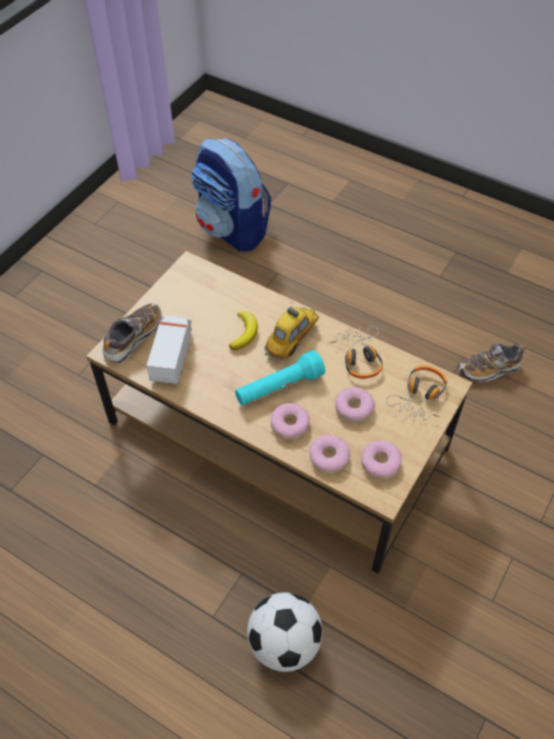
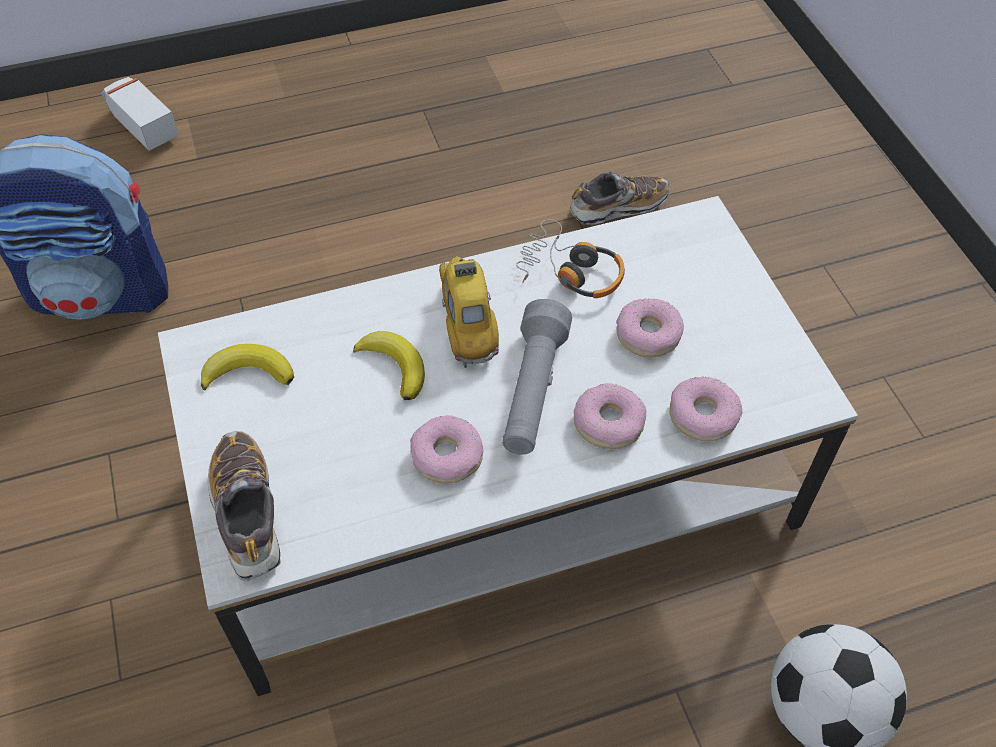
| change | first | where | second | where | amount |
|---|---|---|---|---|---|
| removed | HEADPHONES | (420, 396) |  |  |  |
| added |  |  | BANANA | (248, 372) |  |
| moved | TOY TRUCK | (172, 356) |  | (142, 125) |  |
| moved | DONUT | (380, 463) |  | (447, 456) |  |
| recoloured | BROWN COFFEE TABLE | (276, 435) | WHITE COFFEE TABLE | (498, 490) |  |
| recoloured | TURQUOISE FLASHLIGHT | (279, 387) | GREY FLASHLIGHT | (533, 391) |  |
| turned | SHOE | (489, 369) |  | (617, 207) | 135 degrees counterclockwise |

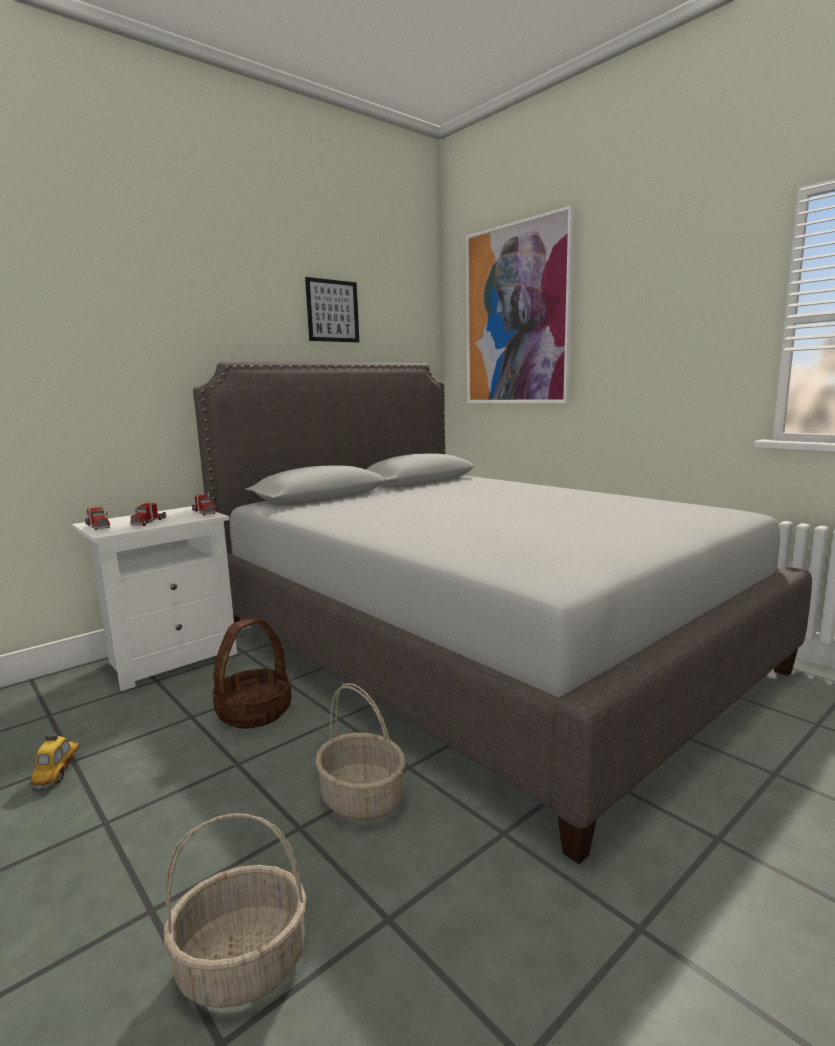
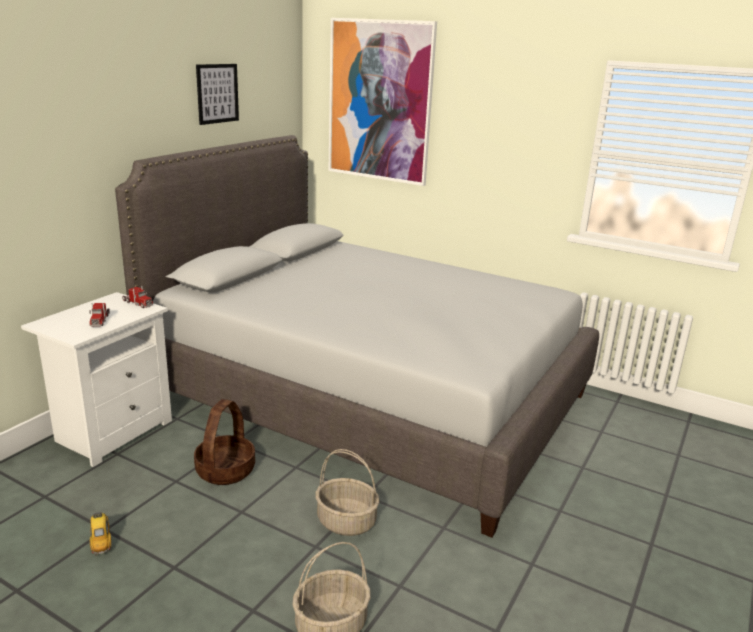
| change | first | where | second | where | amount |
|---|---|---|---|---|---|
| removed | TOY TRUCK | (97, 526) |  |  |  |

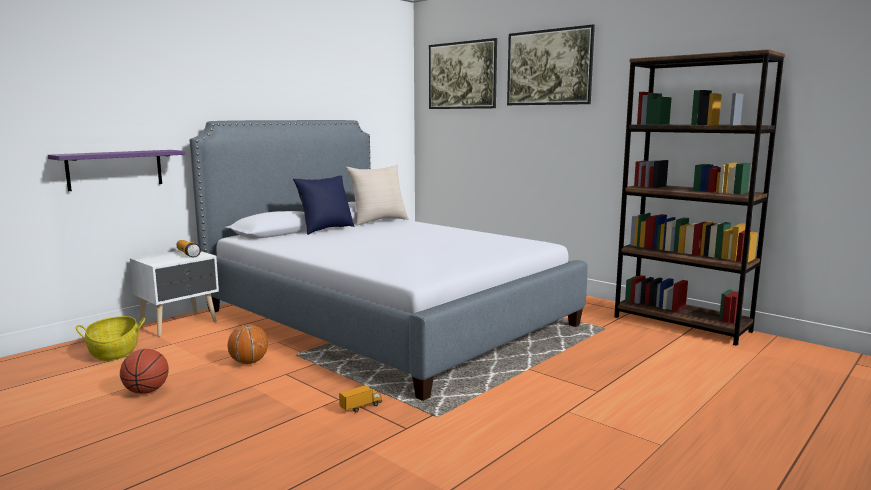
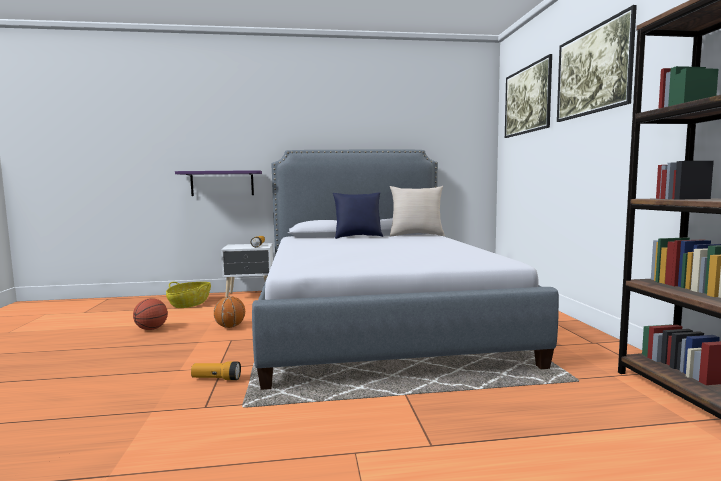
| change | first | where | second | where | amount |
|---|---|---|---|---|---|
| replaced | TOY TRUCK | (361, 407) | FLASHLIGHT | (216, 379) |  |

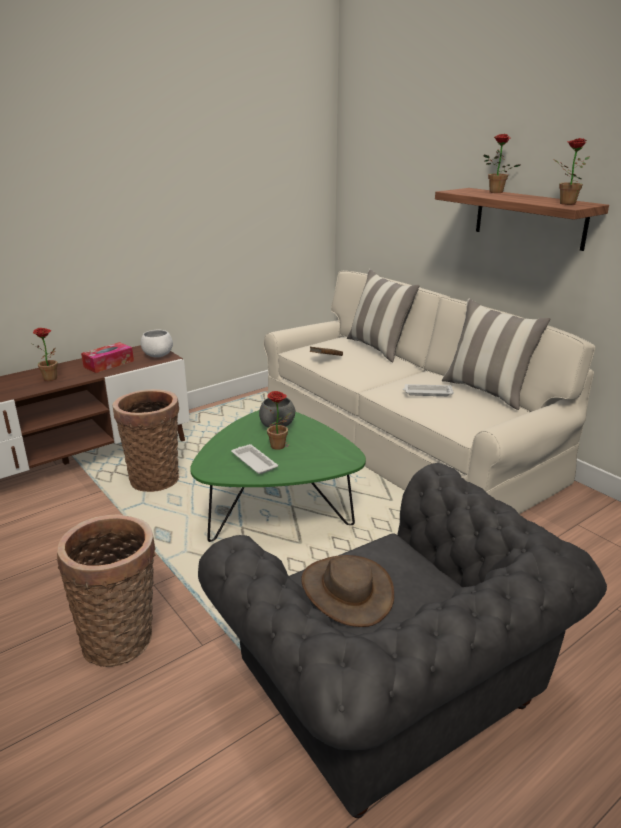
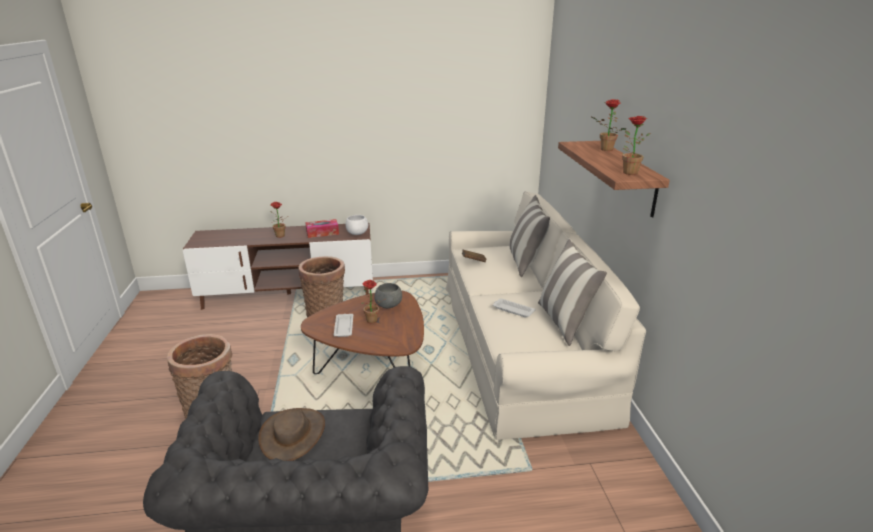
| change | first | where | second | where | amount |
|---|---|---|---|---|---|
| recoloured | GREEN COFFEE TABLE | (278, 513) | BROWN COFFEE TABLE | (374, 370) |  |

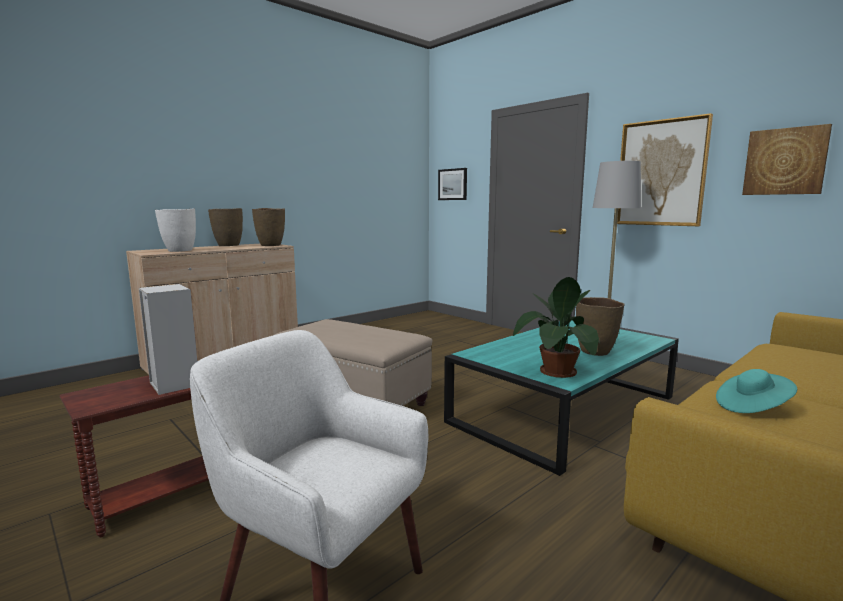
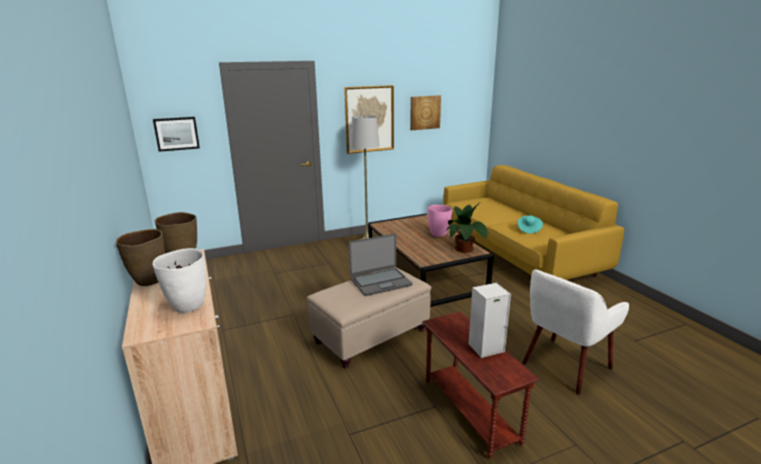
| change | first | where | second | where | amount |
|---|---|---|---|---|---|
| added |  |  | LAPTOP | (380, 282) |  |
| recoloured | TURQUOISE COFFEE TABLE | (565, 409) | BROWN COFFEE TABLE | (424, 271) |  |
| recoloured | BROWN VASE | (596, 352) | PINK VASE | (438, 234) |  |

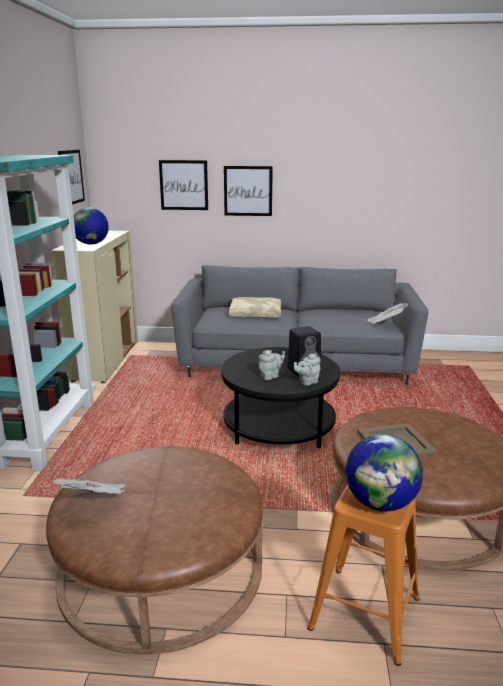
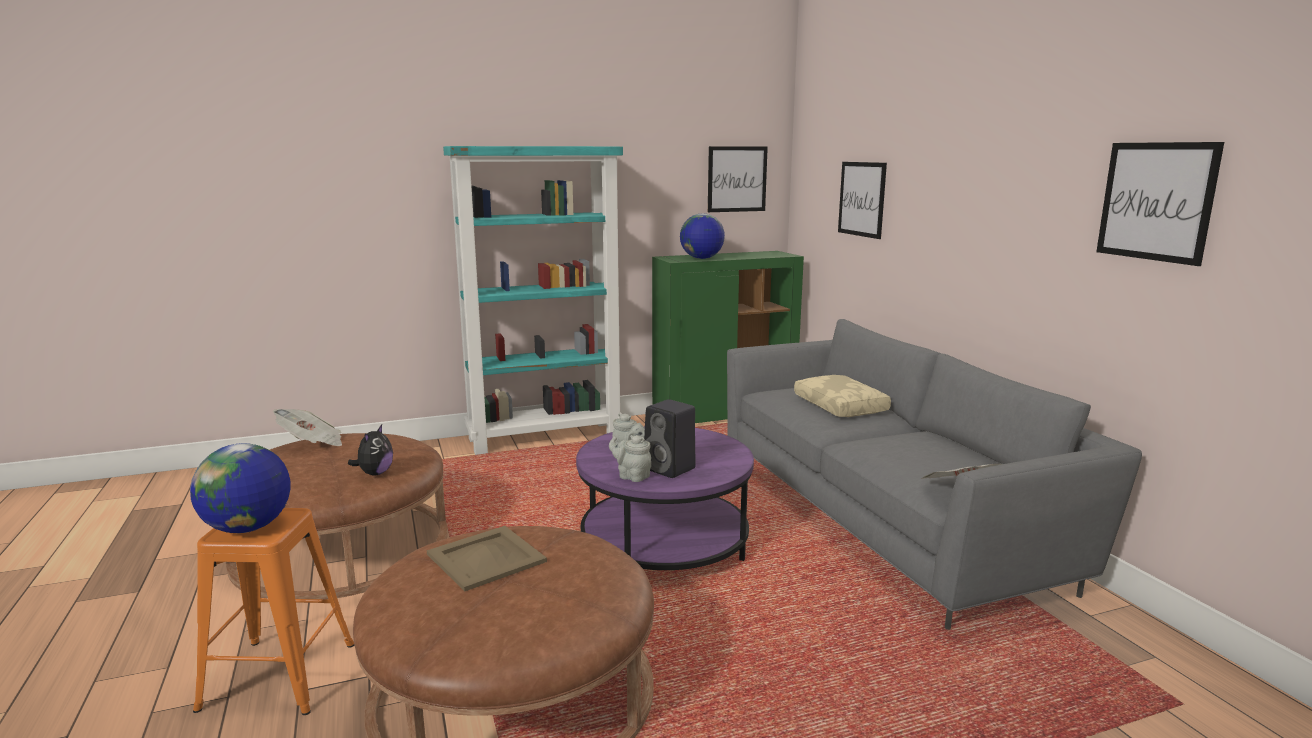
| change | first | where | second | where | amount |
|---|---|---|---|---|---|
| added |  |  | PLUSH TOY | (375, 473) |  |
| moved | PICTURE | (248, 191) |  | (1156, 201) |  |
| recoloured | BEIGE CABINET | (105, 361) | GREEN CABINET | (724, 414) |  |
| recoloured | BLACK COFFEE TABLE | (279, 426) | PURPLE COFFEE TABLE | (664, 543) |  |

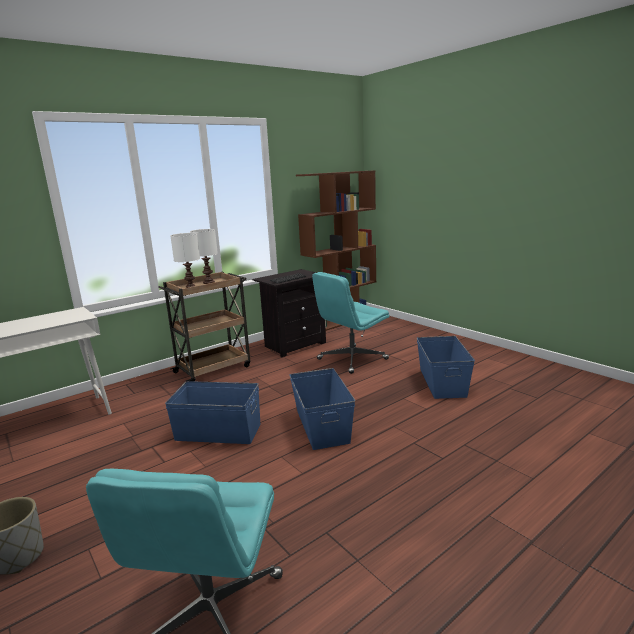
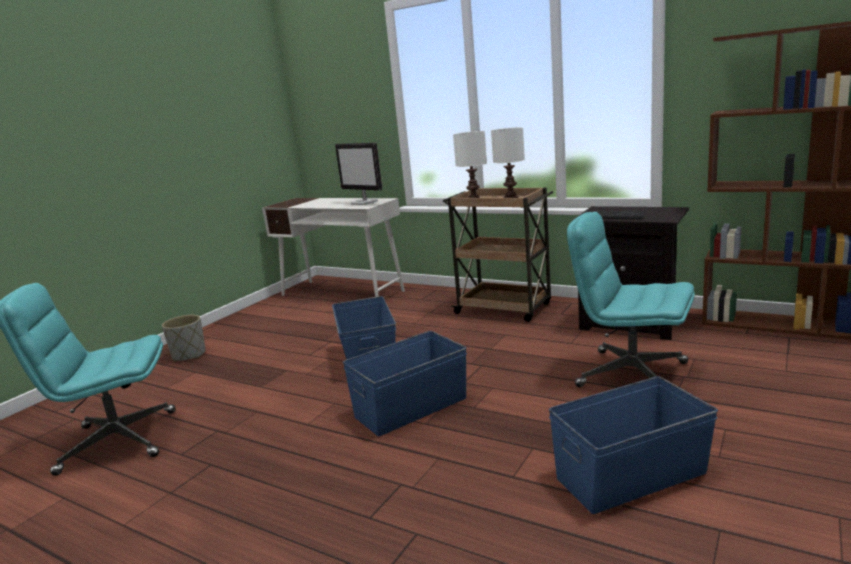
| change | first | where | second | where | amount |
|---|---|---|---|---|---|
| added |  |  | MONITOR | (365, 202) |  |

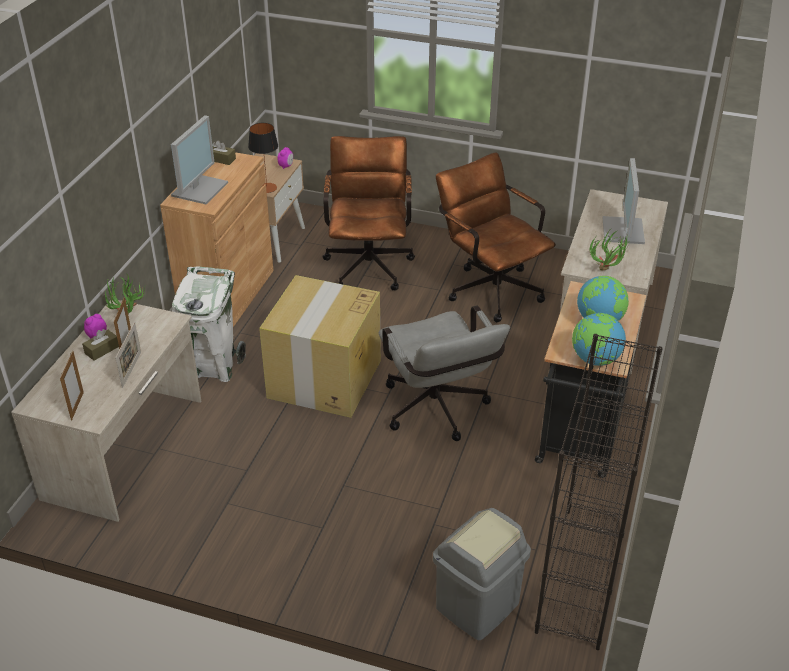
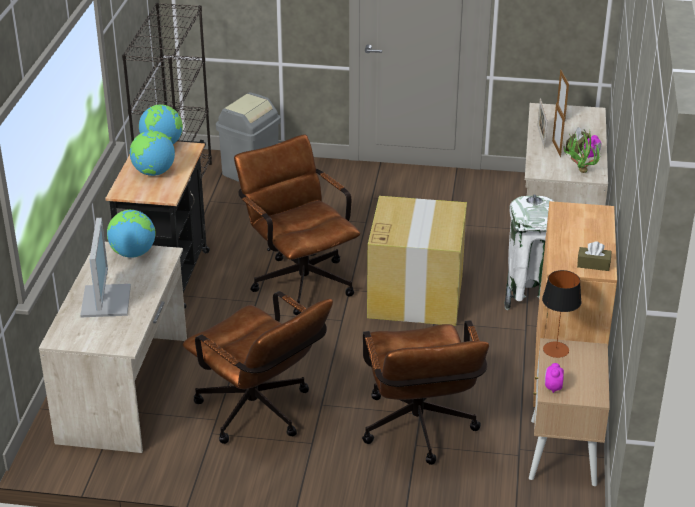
| change | first | where | second | where | amount |
|---|---|---|---|---|---|
| removed | MONITOR | (199, 188) |  |  |  |
| replaced | POTTED PLANT | (608, 271) | GLOBE | (133, 253) |  |
| recoloured | GREY OFFICE CHAIR | (438, 413) | BROWN OFFICE CHAIR | (299, 279) |  |

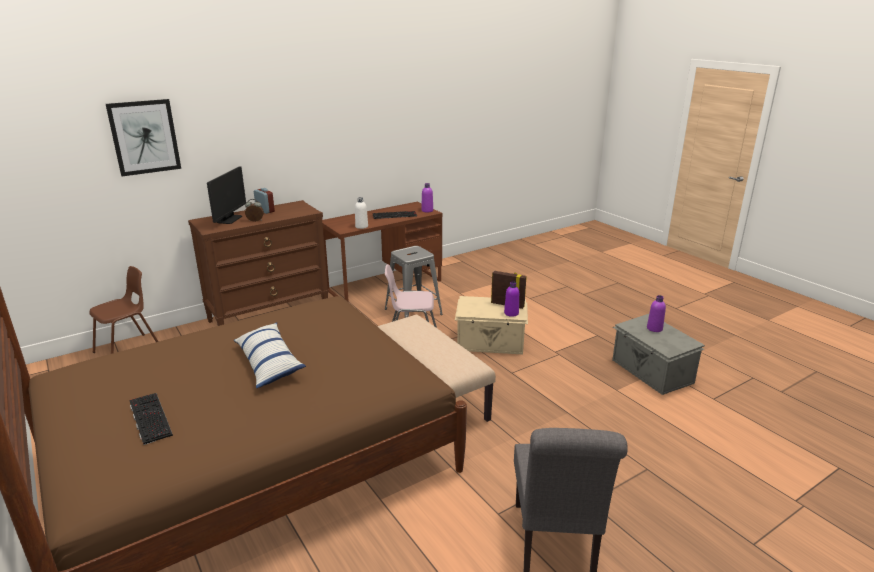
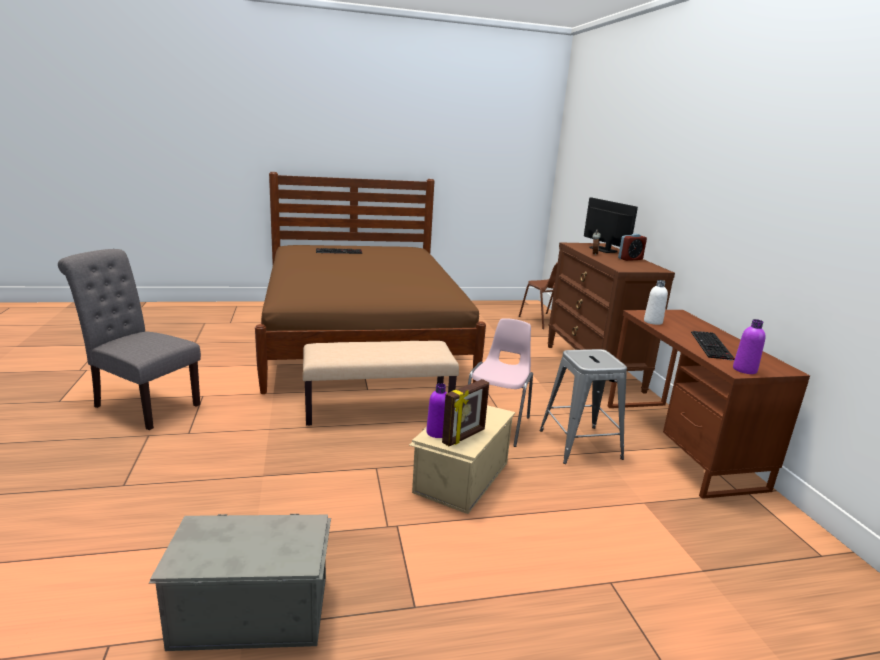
| change | first | where | second | where | amount |
|---|---|---|---|---|---|
| removed | PICTURE | (144, 137) |  |  |  |
| removed | PILLOW | (269, 363) |  |  |  |
| removed | PURPLE BOTTLE | (654, 328) |  |  |  |
| turned | MONITOR | (229, 219) |  | (602, 249) | 150 degrees counterclockwise |

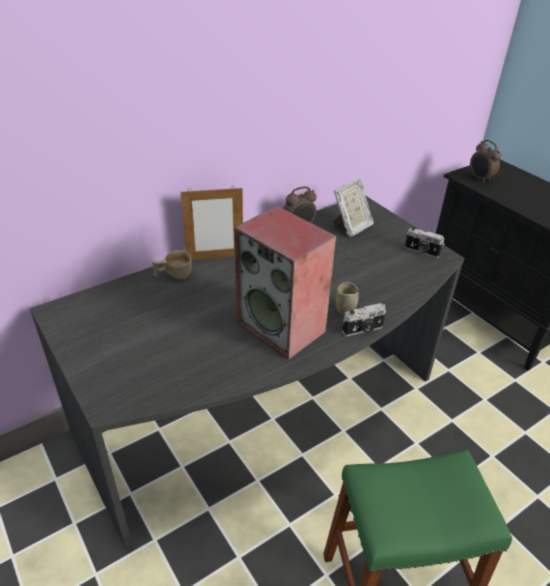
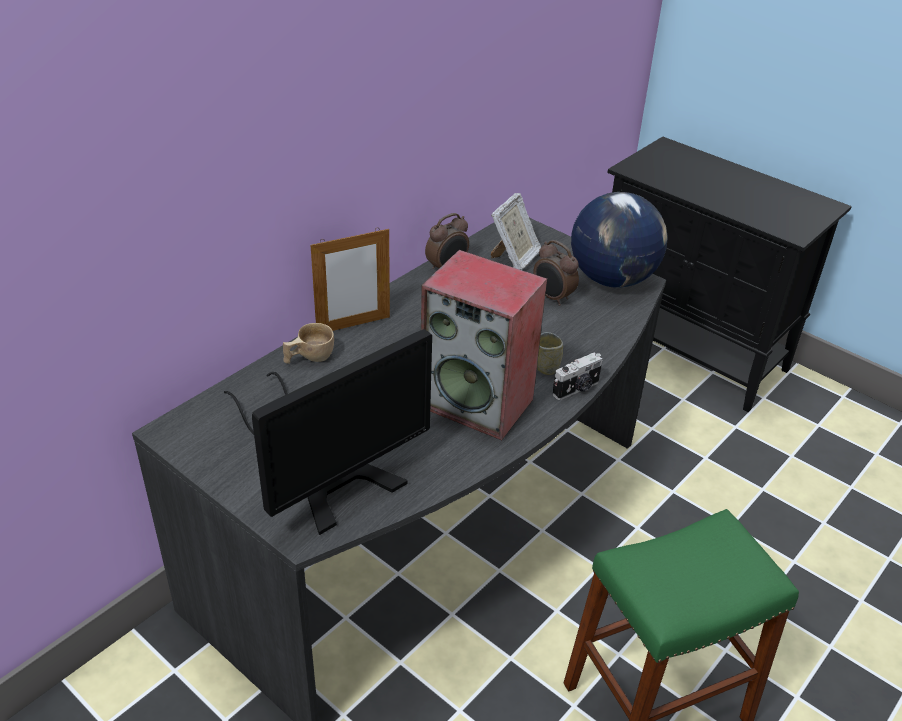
| change | first | where | second | where | amount |
|---|---|---|---|---|---|
| added |  |  | MONITOR | (326, 470) |  |
| moved | ALARM CLOCK | (480, 179) |  | (552, 297) |  |
| replaced | PHOTO CAMERA | (421, 251) | GLOBE | (613, 279) |  |

